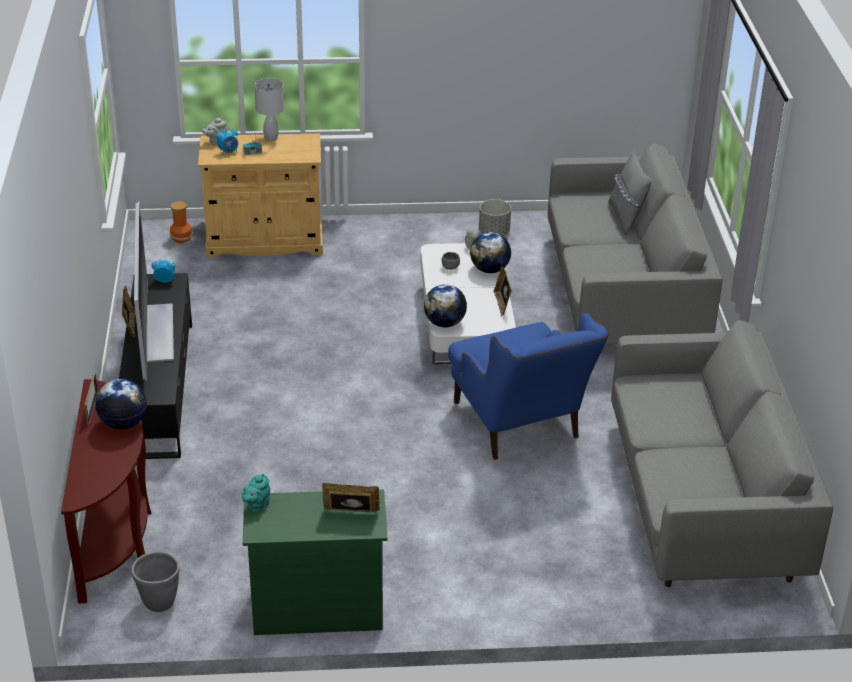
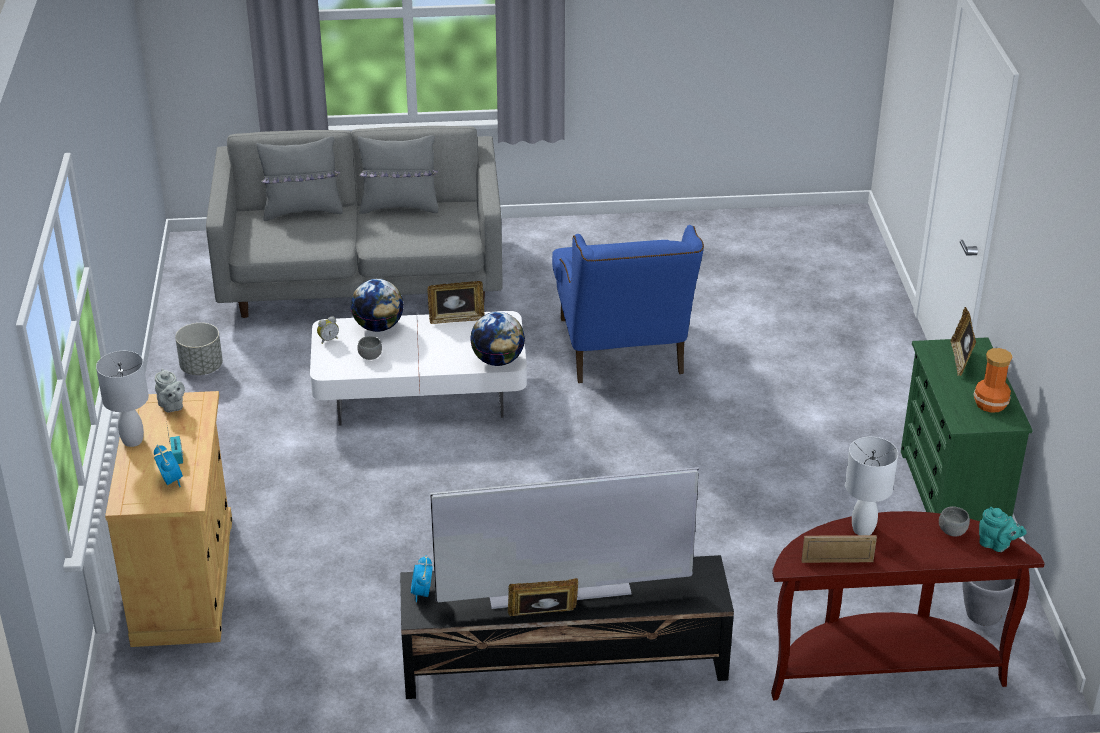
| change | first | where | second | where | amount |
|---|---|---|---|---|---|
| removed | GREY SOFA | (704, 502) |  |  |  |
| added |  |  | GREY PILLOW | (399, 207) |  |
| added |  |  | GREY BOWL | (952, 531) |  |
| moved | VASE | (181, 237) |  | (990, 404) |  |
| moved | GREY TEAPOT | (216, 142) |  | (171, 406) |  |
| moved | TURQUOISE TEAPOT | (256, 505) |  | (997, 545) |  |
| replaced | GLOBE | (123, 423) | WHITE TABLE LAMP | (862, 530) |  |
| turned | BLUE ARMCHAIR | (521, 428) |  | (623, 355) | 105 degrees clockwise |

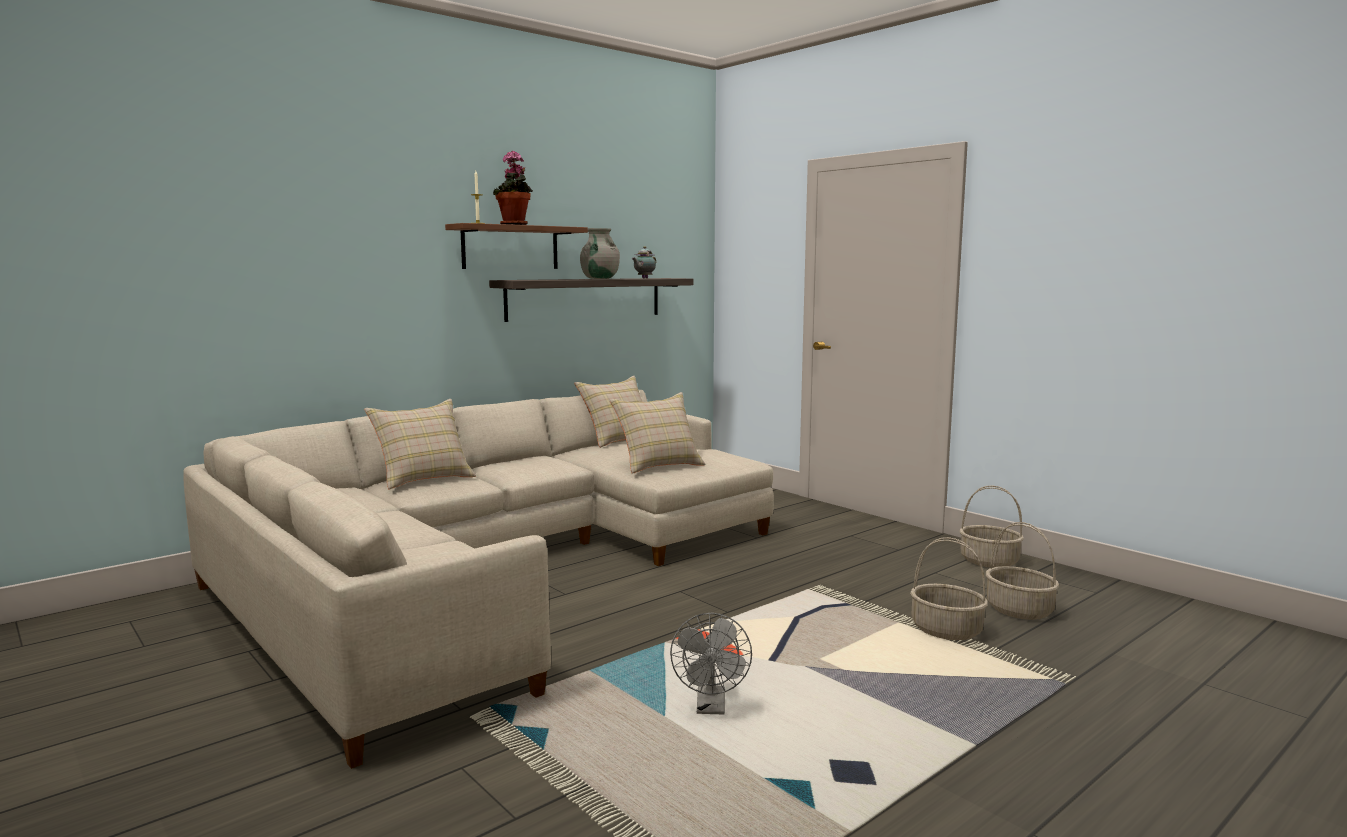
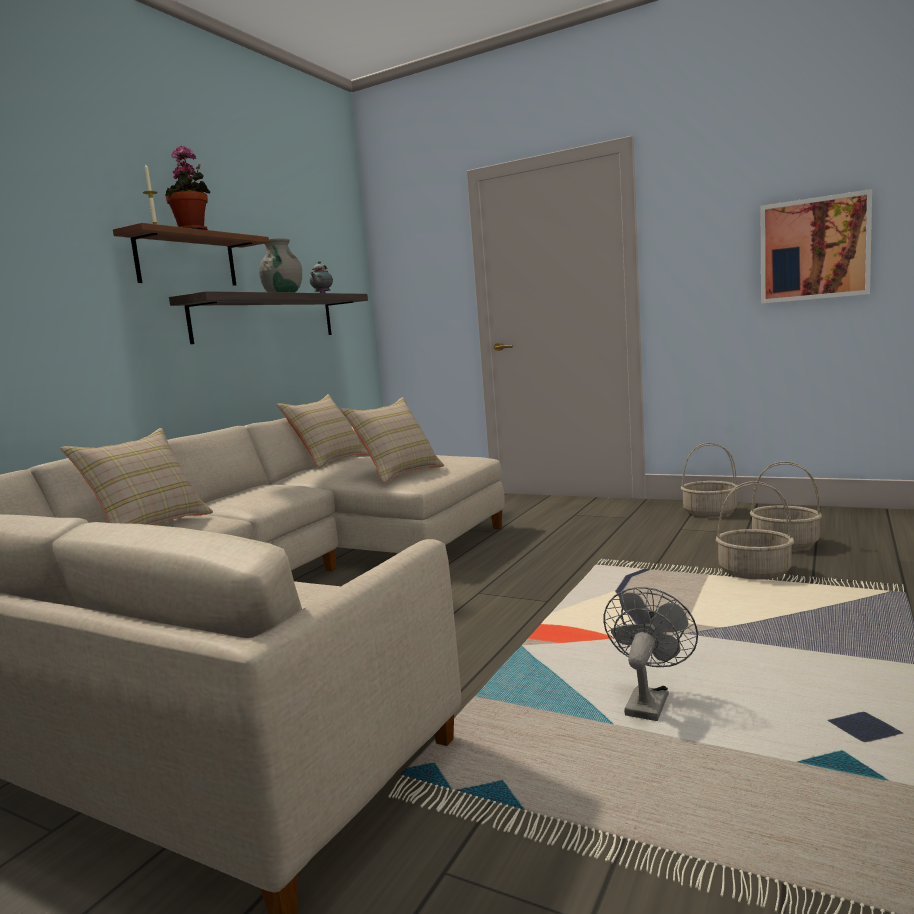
| change | first | where | second | where | amount |
|---|---|---|---|---|---|
| added |  |  | PICTURE | (814, 249) |  |
| turned | GREY FAN | (711, 708) |  | (648, 700) | 135 degrees counterclockwise |

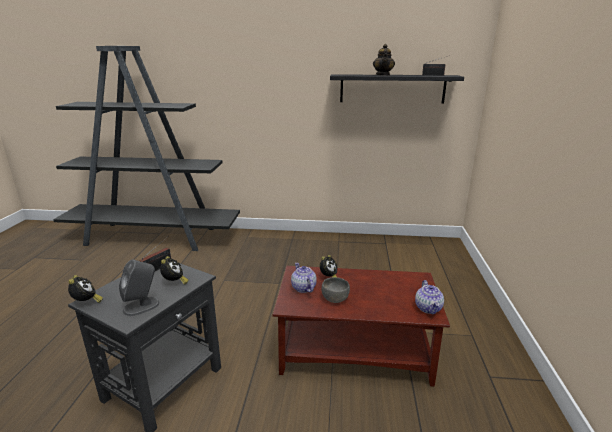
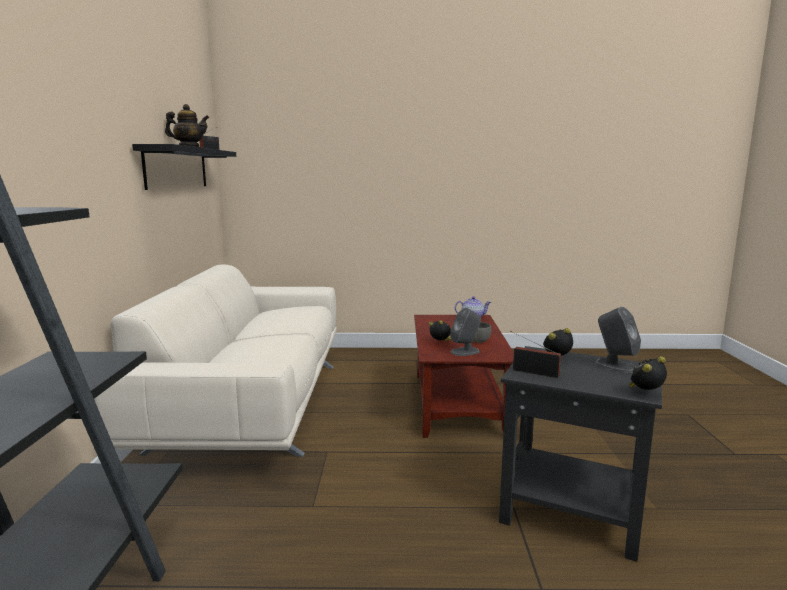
| change | first | where | second | where | amount |
|---|---|---|---|---|---|
| added |  |  | BEIGE SOFA | (252, 402) |  |
| replaced | TEAPOT | (303, 288) | GREY SPEAKER | (465, 351) |  |

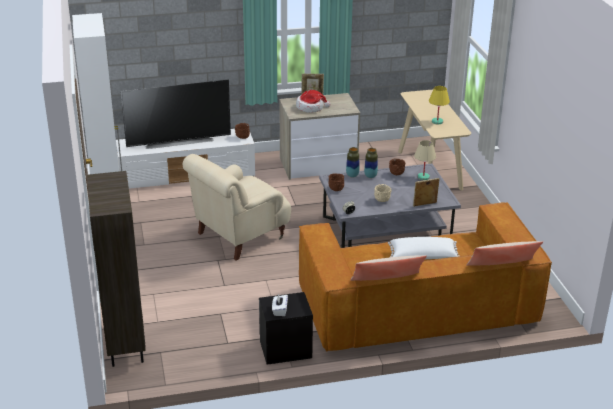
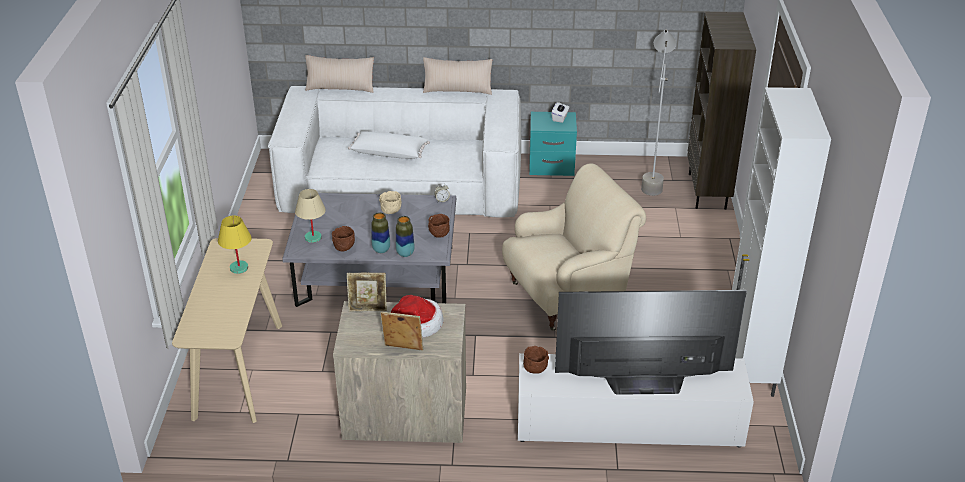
| change | first | where | second | where | amount |
|---|---|---|---|---|---|
| added |  |  | GREY FLOOR LAMP | (651, 180) |  |
| moved | PICTURE FRAME | (425, 205) |  | (368, 309) |  |
| recoloured | BLACK NIGHTSTAND | (285, 348) | TURQUOISE NIGHTSTAND | (551, 166) |  |
| recoloured | BROWN SOFA | (417, 305) | WHITE SOFA | (402, 185) |  |

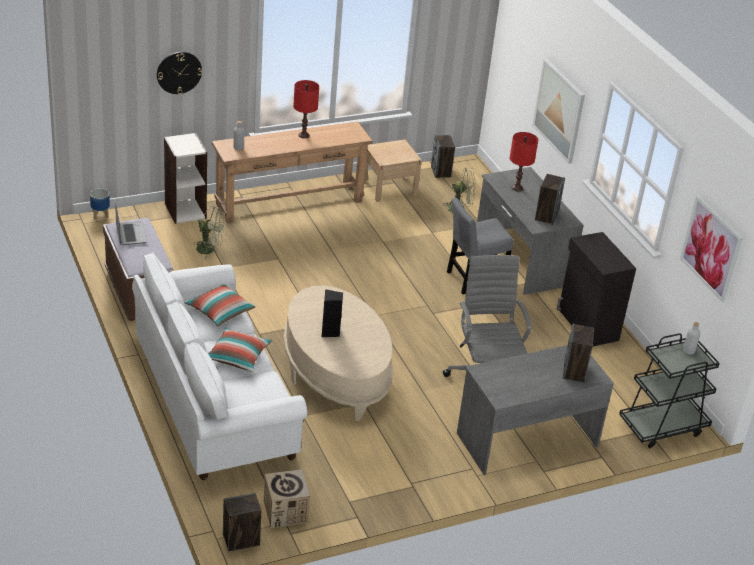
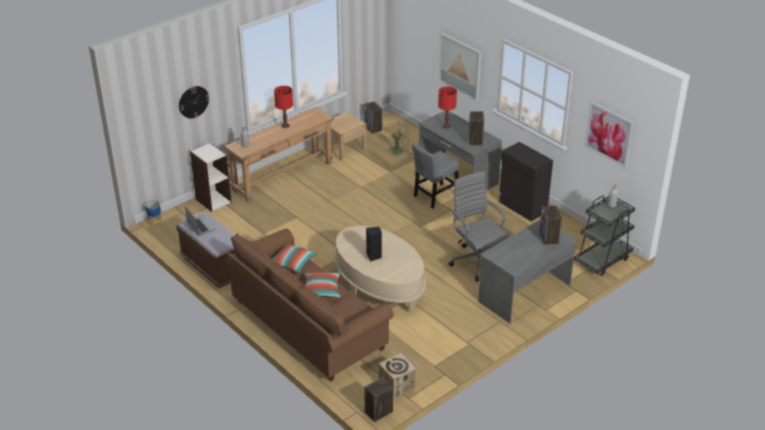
| change | first | where | second | where | amount |
|---|---|---|---|---|---|
| removed | GREEN FAN | (210, 249) |  |  |  |
| recoloured | WHITE SOFA | (215, 400) | BROWN SOFA | (309, 325) |  |

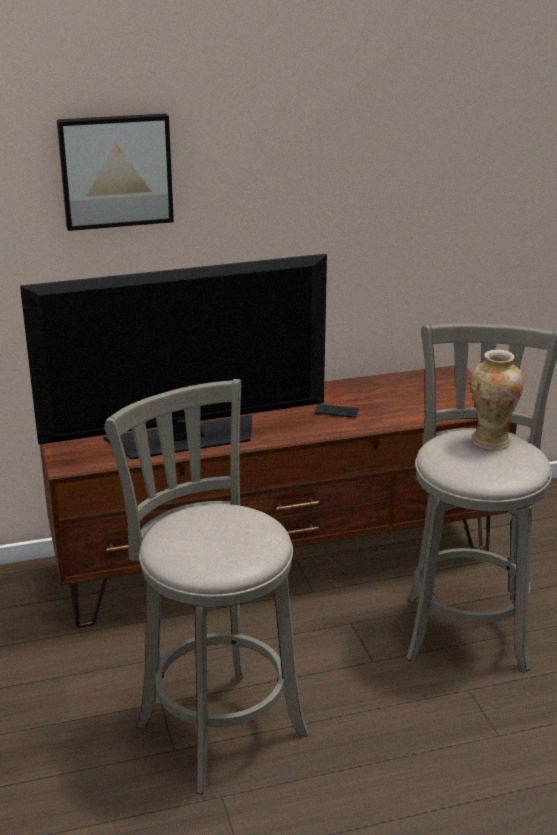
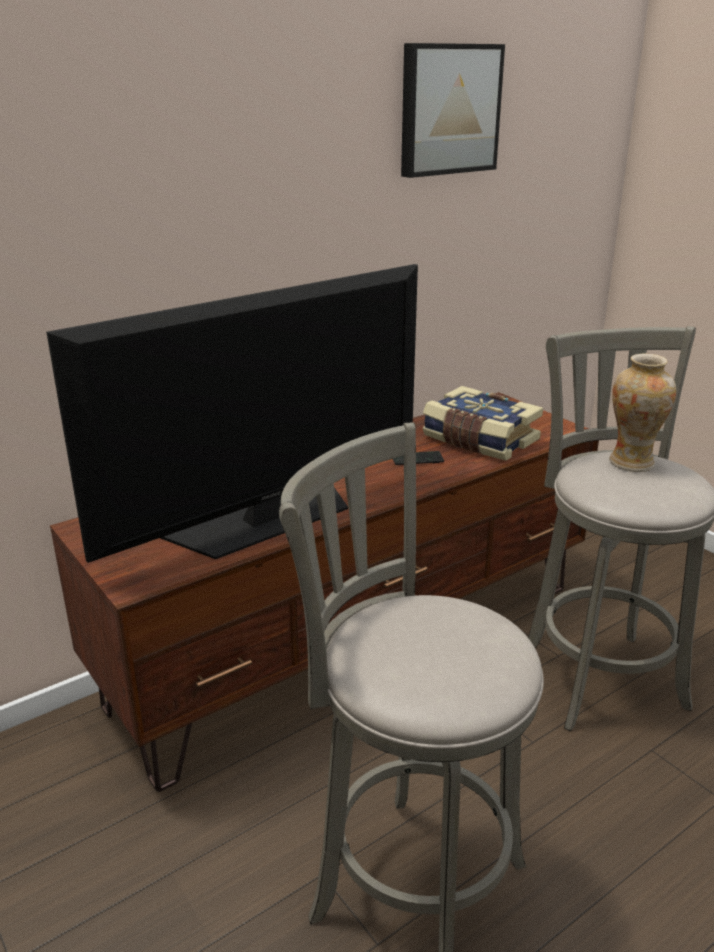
| change | first | where | second | where | amount |
|---|---|---|---|---|---|
| added |  |  | BOOK | (479, 440) |  |
| moved | PICTURE | (115, 170) |  | (448, 110) |  |

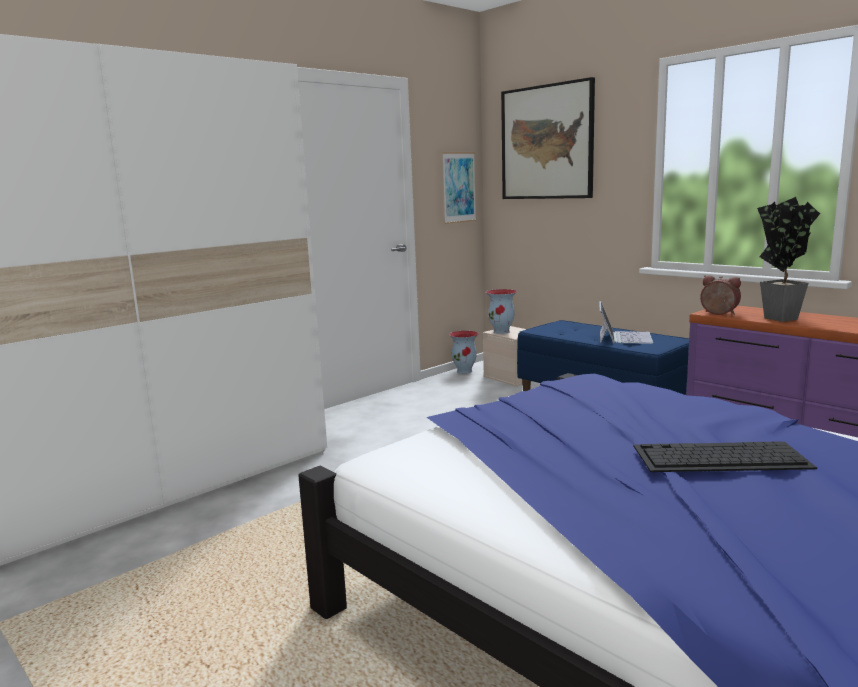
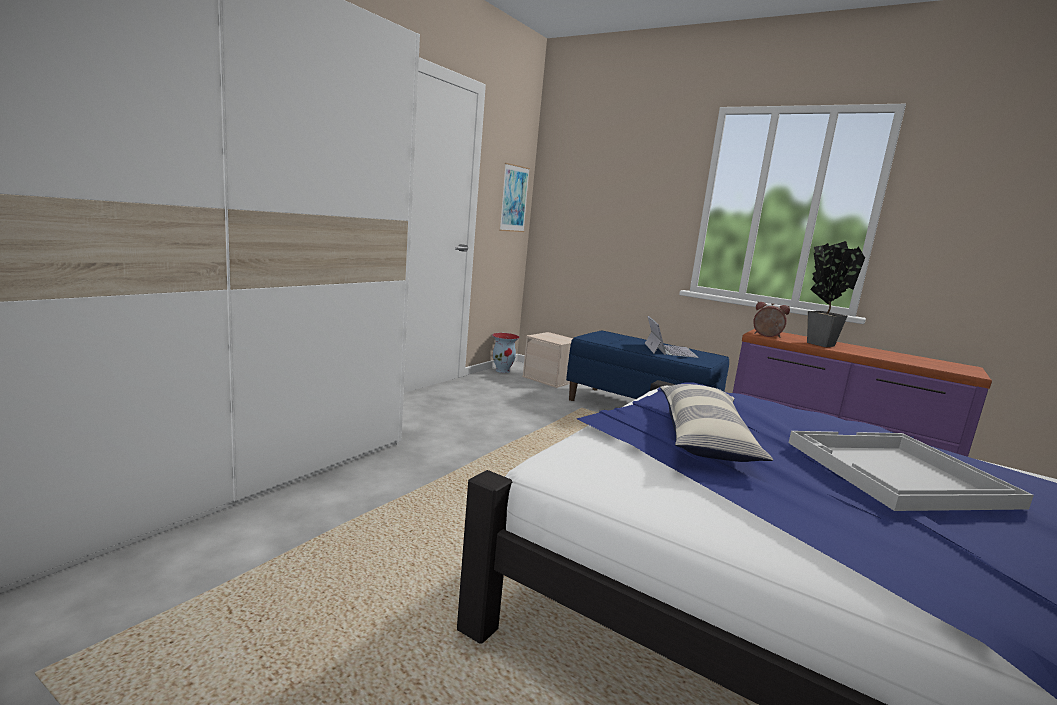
| change | first | where | second | where | amount |
|---|---|---|---|---|---|
| removed | VASE | (502, 331) |  |  |  |
| removed | PICTURE | (547, 142) |  |  |  |
| added |  |  | PILLOW | (704, 438) |  |
| replaced | KEYBOARD | (718, 457) | WHITE TRAY | (897, 473) |  |

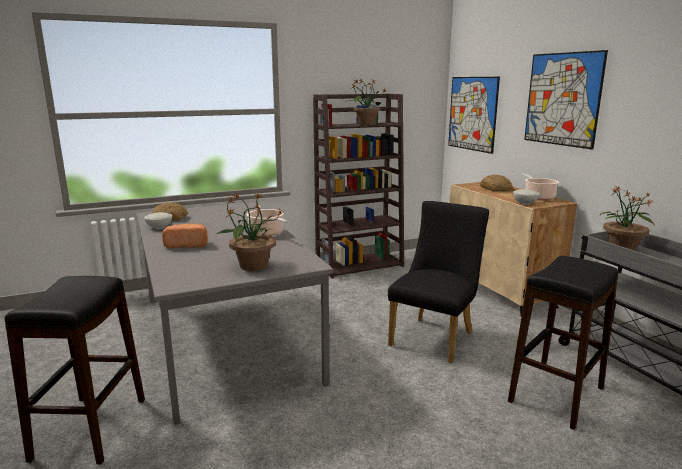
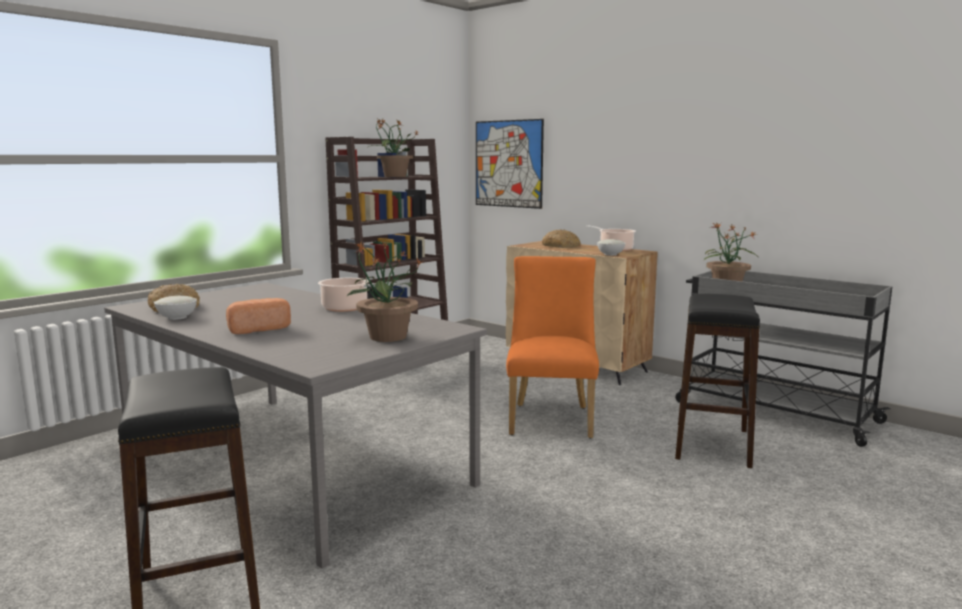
| change | first | where | second | where | amount |
|---|---|---|---|---|---|
| removed | PICTURE | (562, 99) |  |  |  |
| recoloured | BLACK CHAIR | (435, 336) | ORANGE CHAIR | (551, 417) |  |

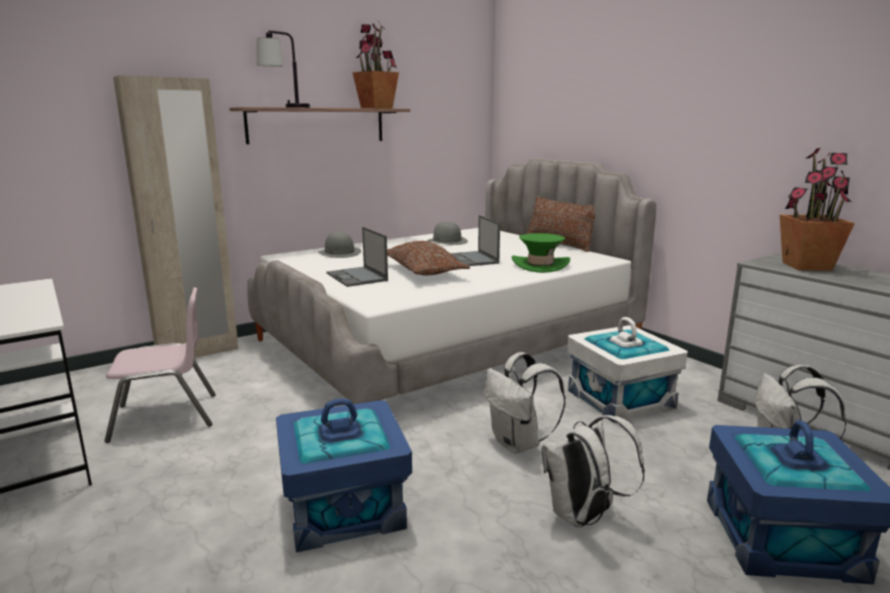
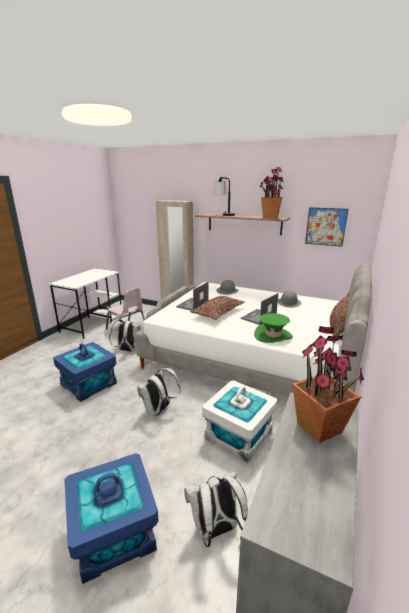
| change | first | where | second | where | amount |
|---|---|---|---|---|---|
| added |  |  | PICTURE | (325, 226) |  |
| moved | WHITE BACKPACK | (583, 517) |  | (127, 350) |  |

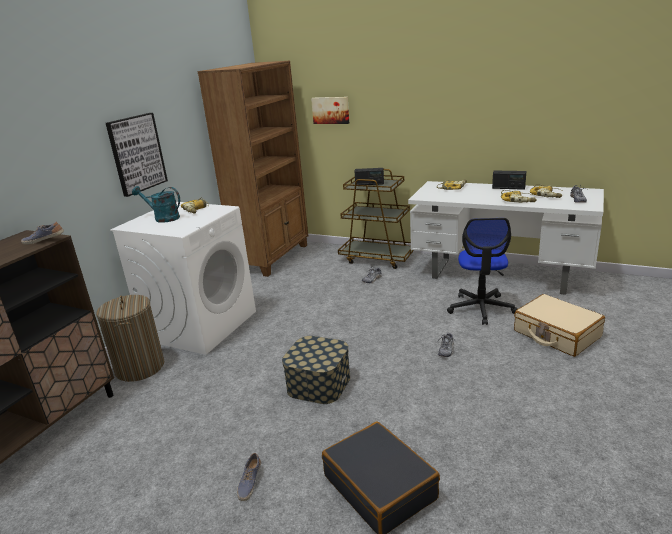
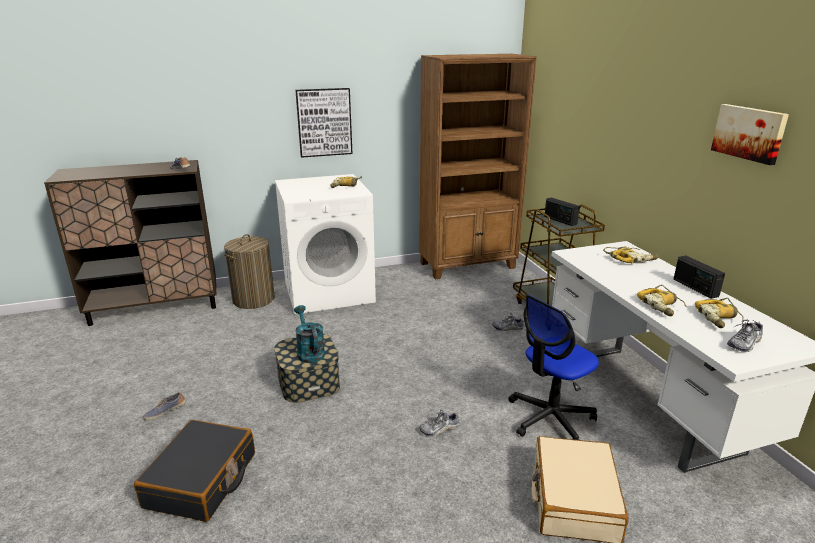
| change | first | where | second | where | amount |
|---|---|---|---|---|---|
| moved | TURQUOISE WATERING CAN | (163, 218) |  | (309, 351) |  |
| moved | PICTURE | (331, 110) |  | (749, 133) |  |

